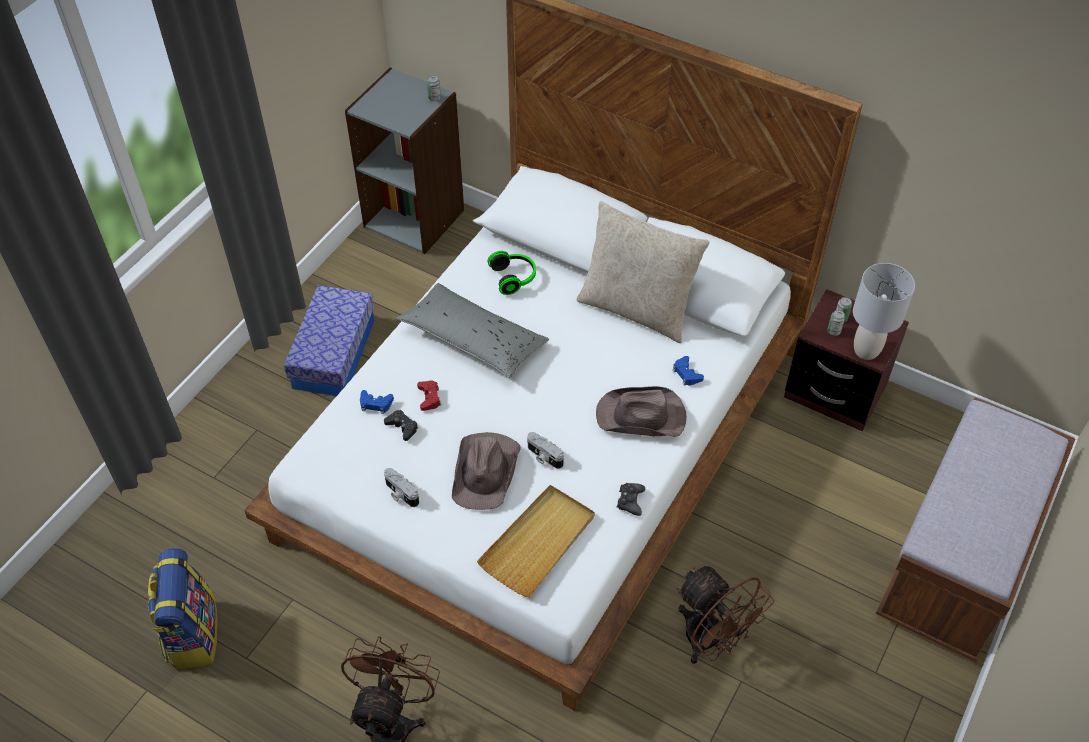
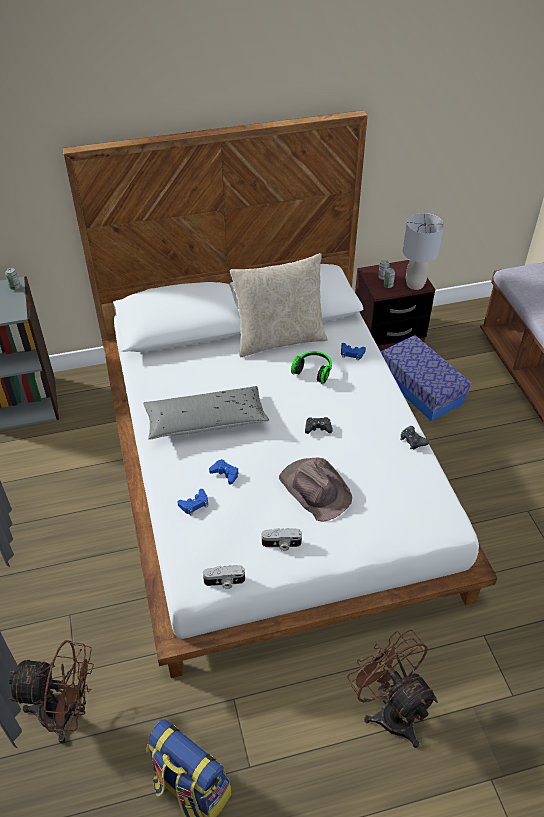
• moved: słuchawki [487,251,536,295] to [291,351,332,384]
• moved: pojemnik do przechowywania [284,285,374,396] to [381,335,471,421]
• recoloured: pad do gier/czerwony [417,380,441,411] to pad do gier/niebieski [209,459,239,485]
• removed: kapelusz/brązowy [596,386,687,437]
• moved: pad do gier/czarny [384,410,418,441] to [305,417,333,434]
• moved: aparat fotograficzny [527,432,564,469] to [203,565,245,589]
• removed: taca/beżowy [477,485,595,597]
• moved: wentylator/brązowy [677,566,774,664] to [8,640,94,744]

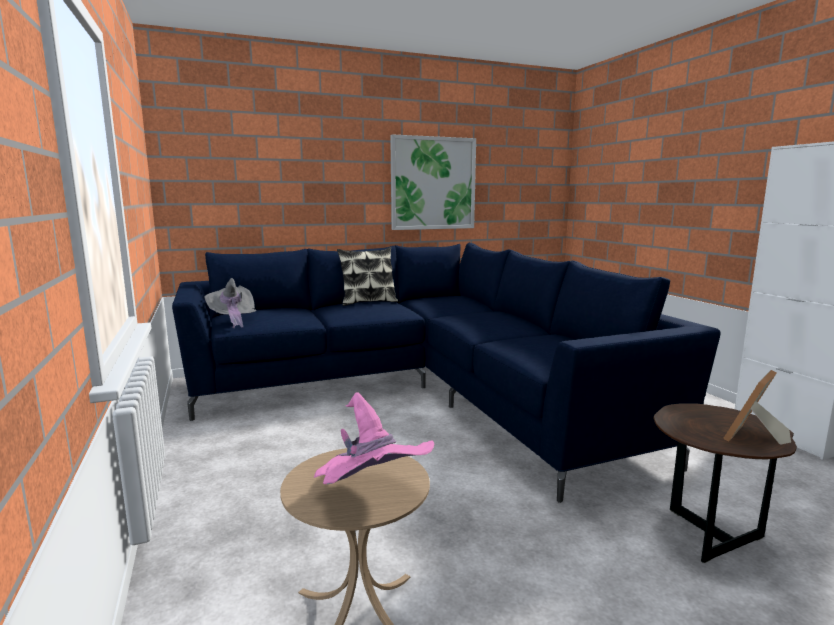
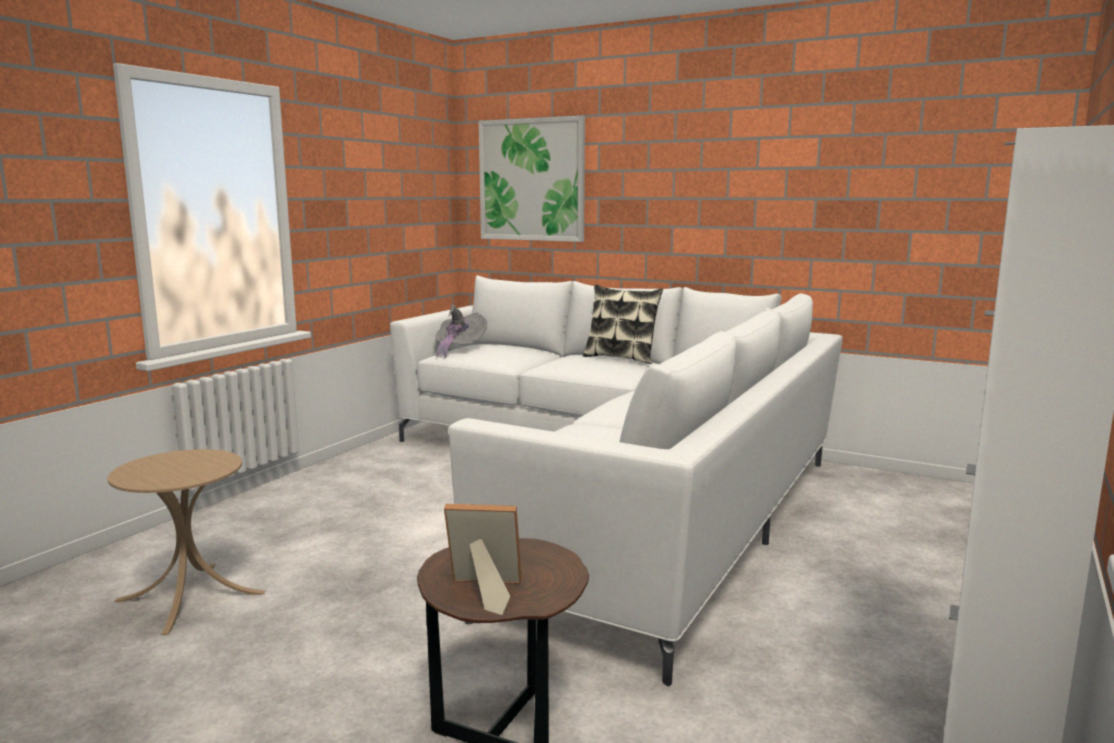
• moved: obraz [390,134,476,230] to [479,116,585,242]
• recoloured: kanapa/niebieski [172,243,720,503] to kanapa/biały [390,276,843,686]
• removed: kapelusz/różowy [314,392,434,484]

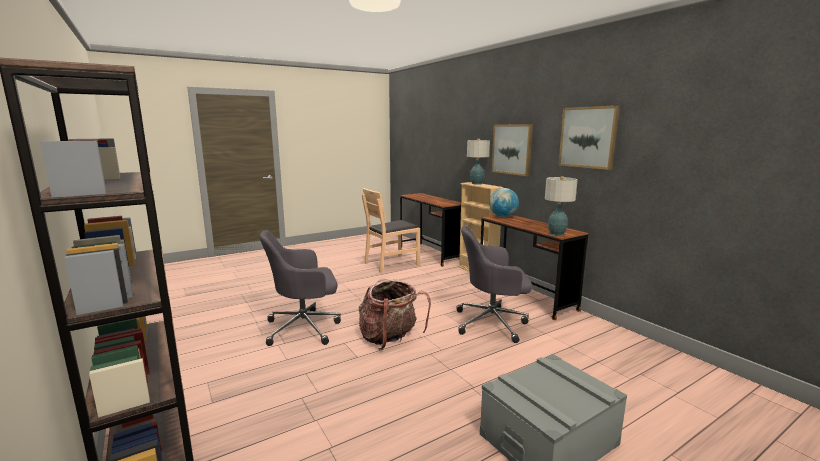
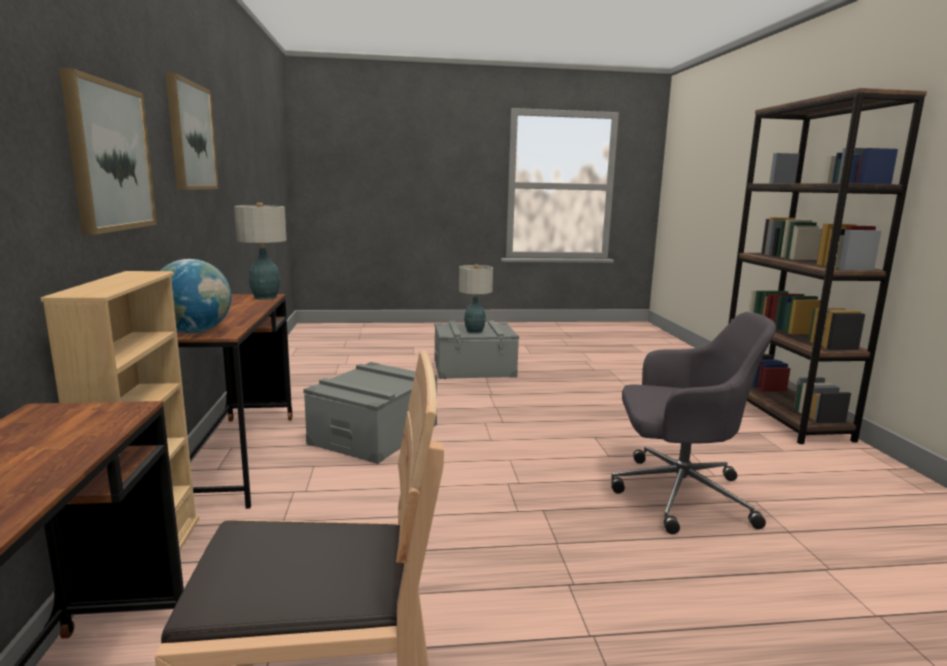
• moved: lampa stołowa [467,139,490,185] to [459,264,493,334]
• replaced: krzesło biurowe/szary [457,225,532,343] to pojemnik do przechowywania/szary [303,362,437,464]
• removed: plecak [359,279,431,350]

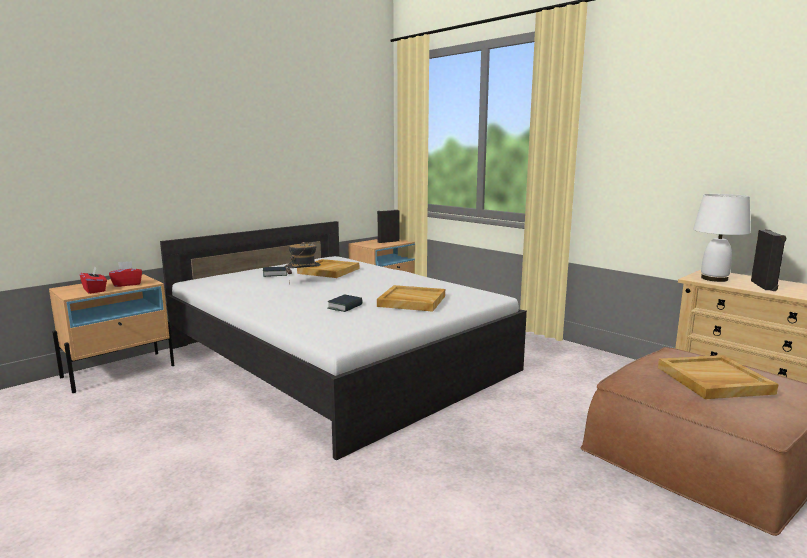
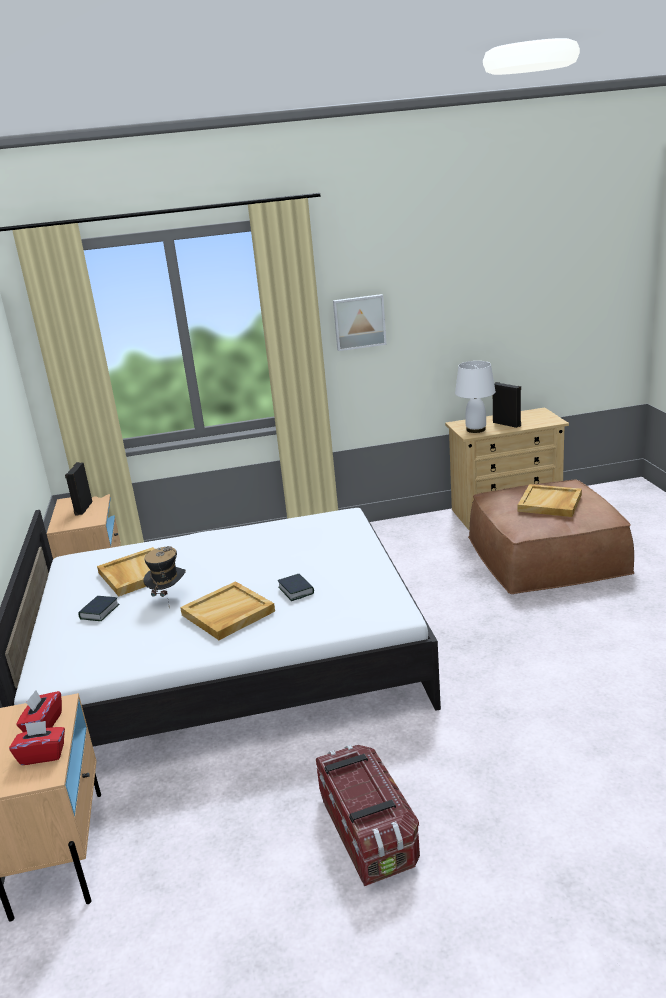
• moved: taca/beżowy [377,285,445,312] to [180,581,275,640]
• added: obraz [333,294,387,351]
• added: pojemnik do przechowywania [316,745,420,886]

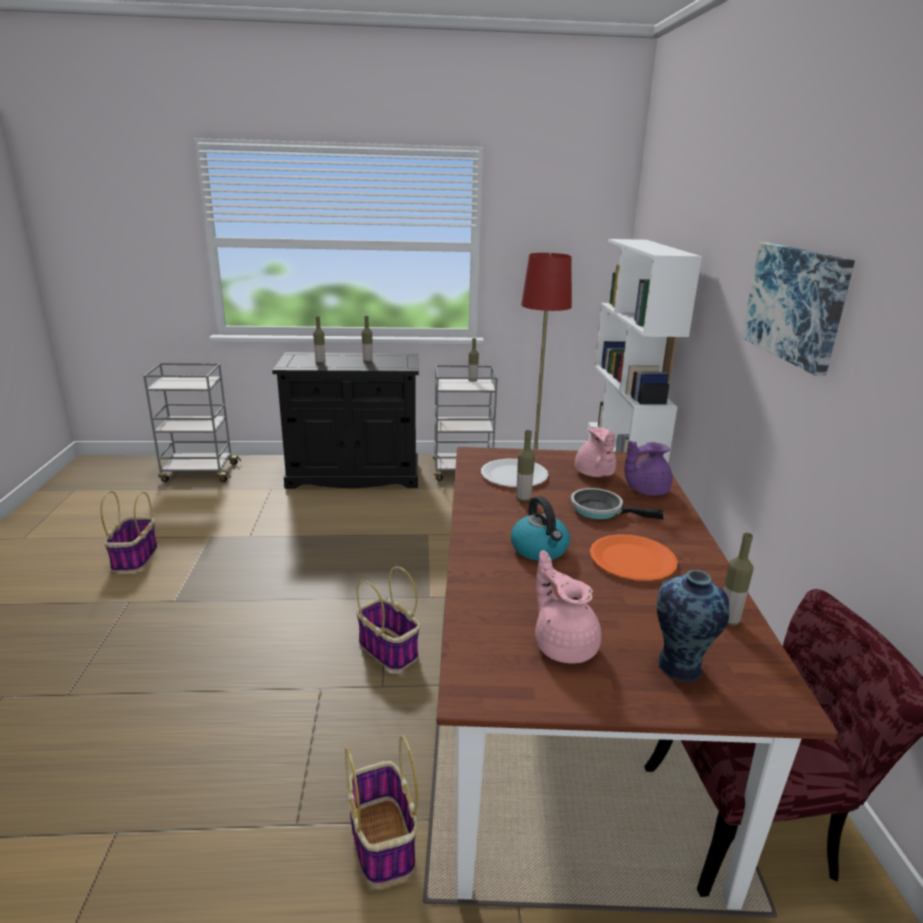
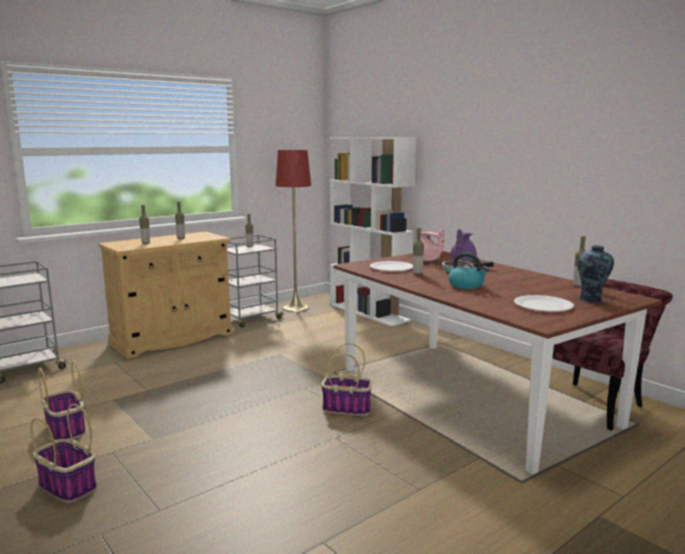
• removed: obraz [741,242,855,376]
• recoloured: szafka/czarny [272,352,419,489] to szafka/beżowy [98,232,233,359]
• removed: talerz/pomarańczowy [590,534,678,581]
• replaced: imbryk/różowy [535,550,601,663] to talerz/biały [514,295,574,312]
• moved: koszyk [345,735,418,885] to [31,404,97,503]

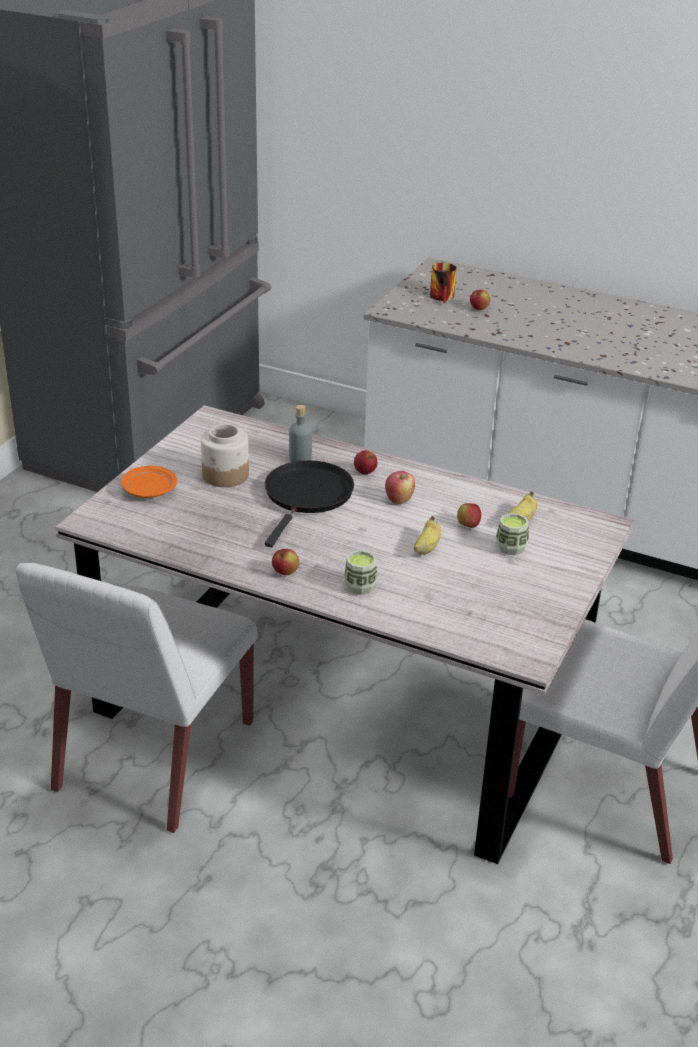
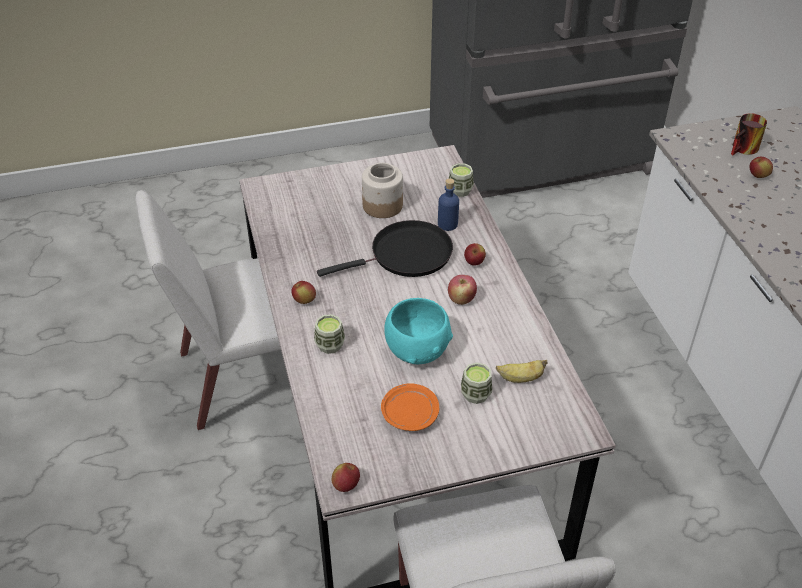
• recoloured: butelka/szary [289,405,312,462] to butelka/niebieski [438,179,459,231]
• moved: talerz/pomarańczowy [121,466,177,498] to [381,383,439,431]
• moved: jabłko [457,503,481,528] to [332,463,360,492]
• replaced: banan [414,516,441,555] to miska/turkusowy [384,298,453,364]
• added: filiżanka [449,163,474,197]

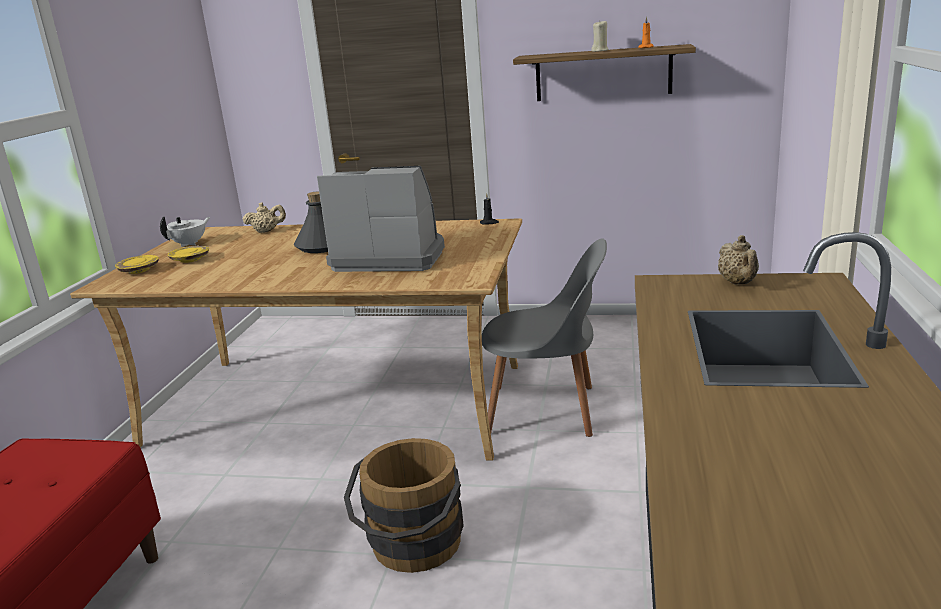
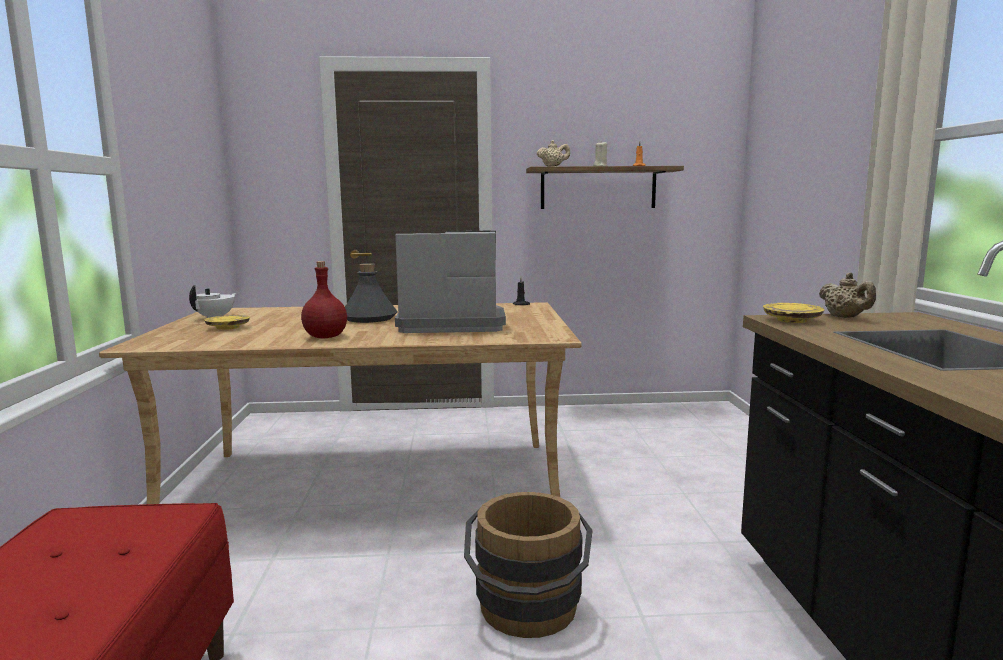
• moved: imbryk/beżowy [243,202,286,233] to [537,140,570,167]
• removed: krzesło/szary [482,238,607,437]
• moved: talerz/żółty [115,255,159,274] to [763,303,824,323]
• added: butelka/czerwony [301,261,347,338]

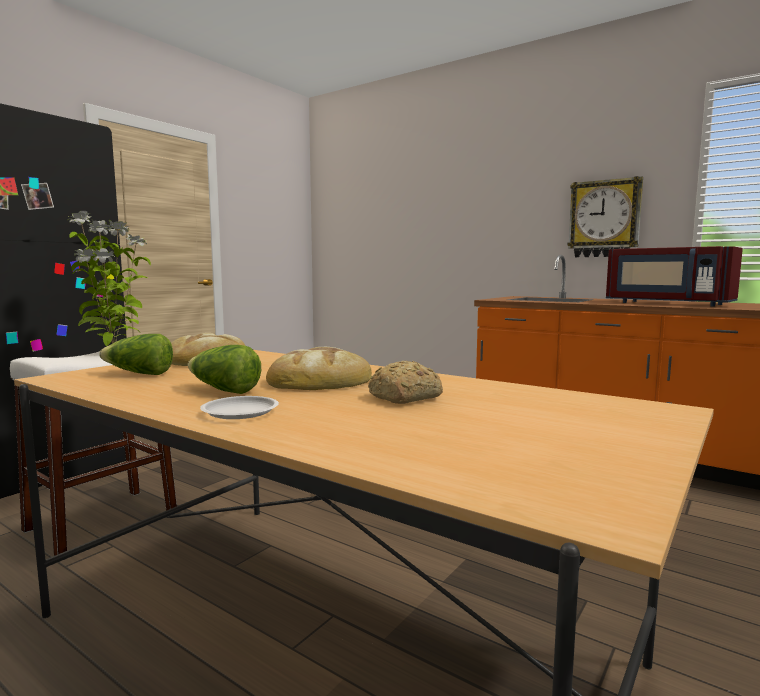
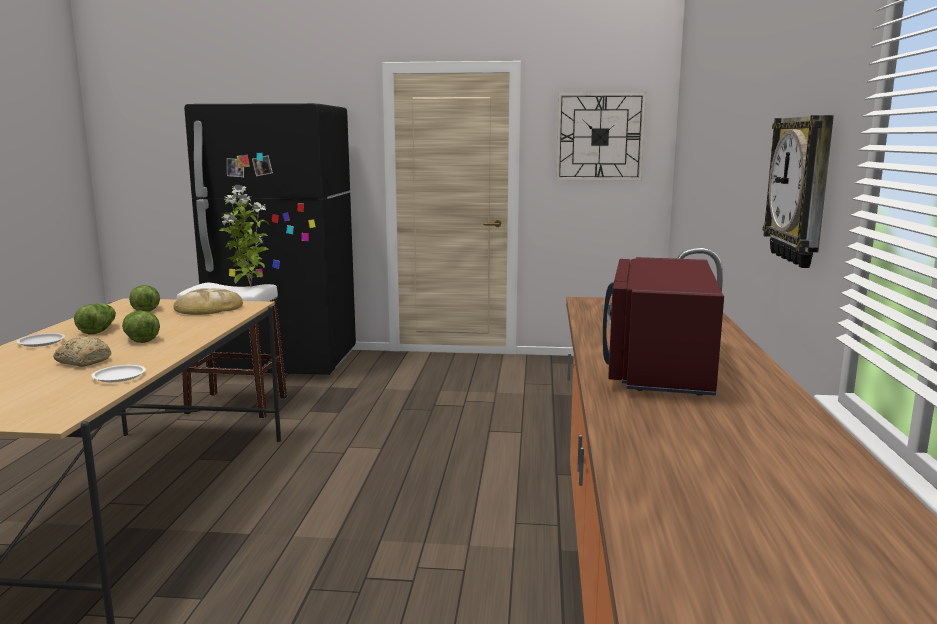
• replaced: chleb [266,347,372,390] to sałata [122,311,160,343]
• added: zegar ścienny [556,92,646,181]
• added: talerz/biały [91,365,146,382]

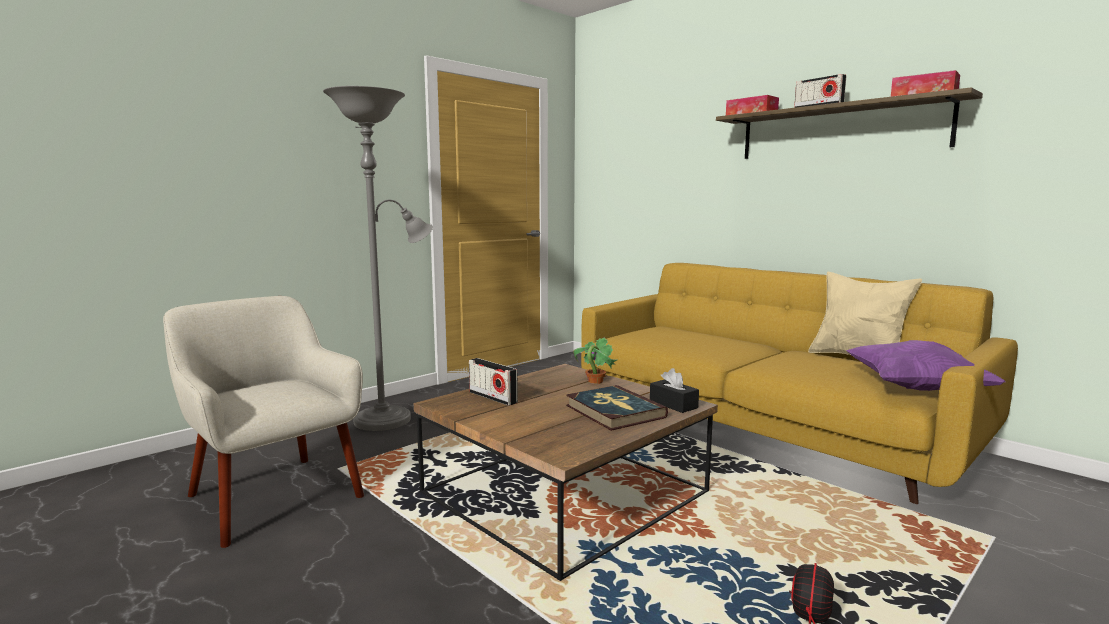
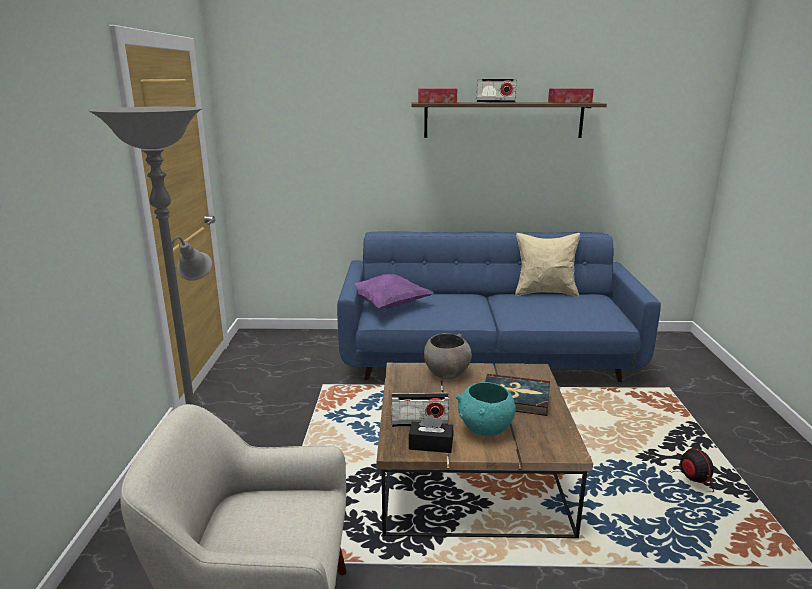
• recoloured: kanapa/żółty [581,263,1018,504] to kanapa/niebieski [337,231,661,382]
• replaced: roślina doniczkowa [573,337,617,384] to miska/szary [424,333,472,379]
• moved: poduszka/fioletowy [846,340,1005,391] to [354,274,433,309]
• moved: pudełko chusteczek/czarny [650,368,699,413] to [408,414,454,453]
• added: miska/turkusowy [455,382,515,436]

